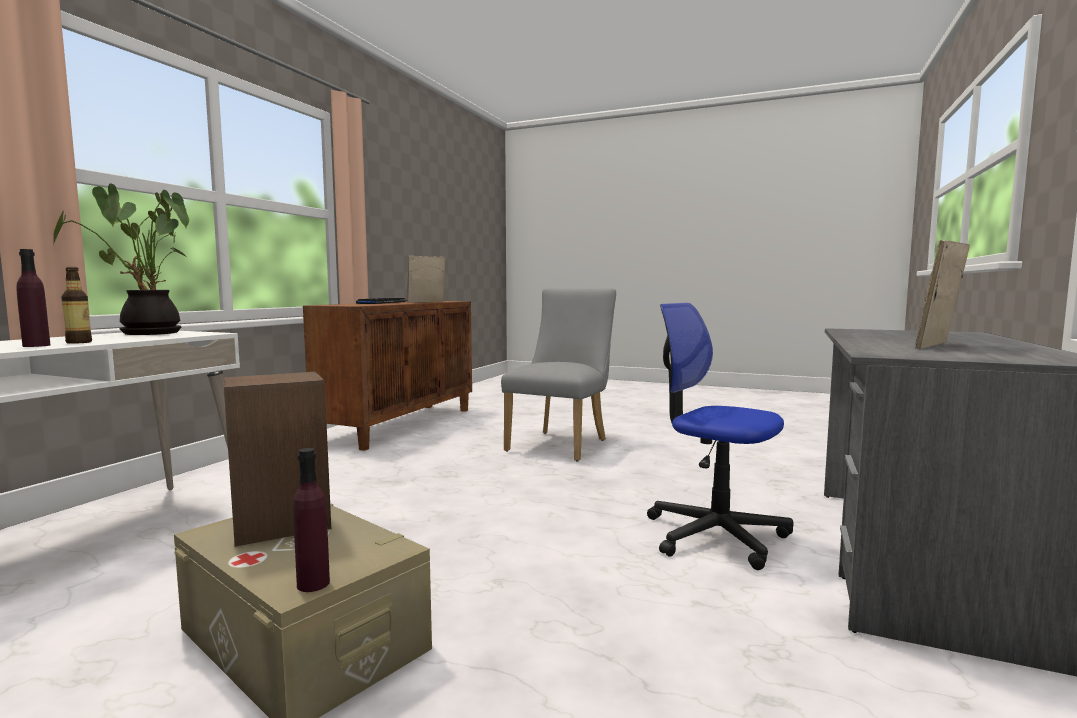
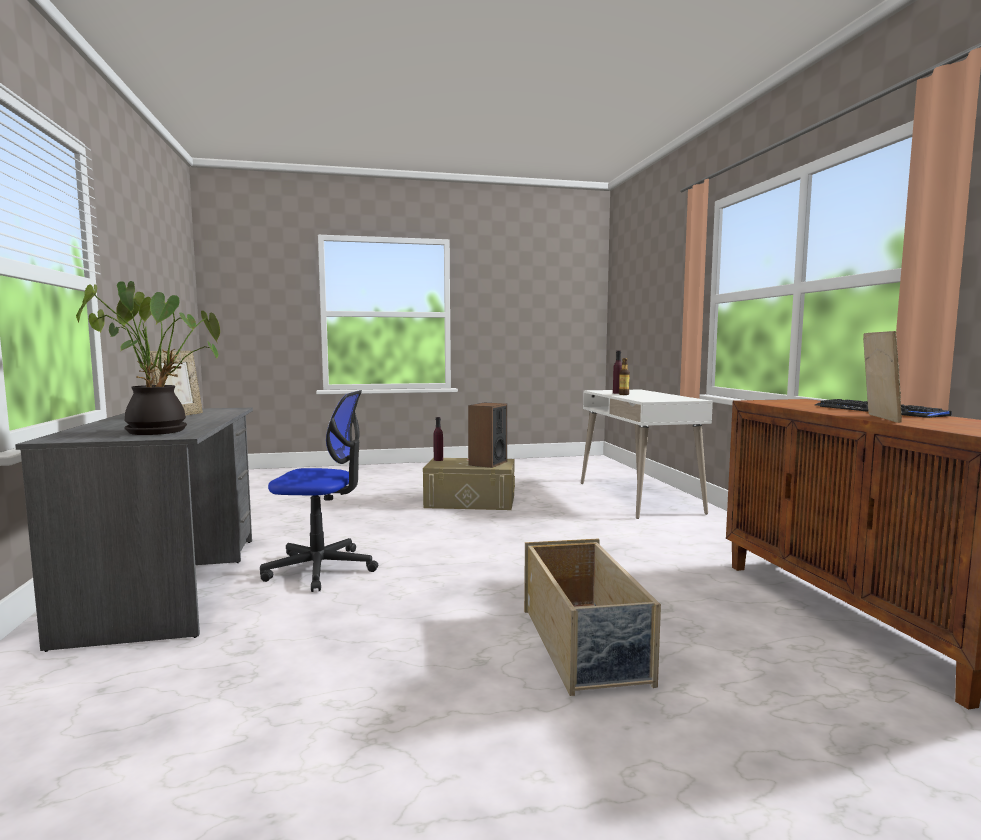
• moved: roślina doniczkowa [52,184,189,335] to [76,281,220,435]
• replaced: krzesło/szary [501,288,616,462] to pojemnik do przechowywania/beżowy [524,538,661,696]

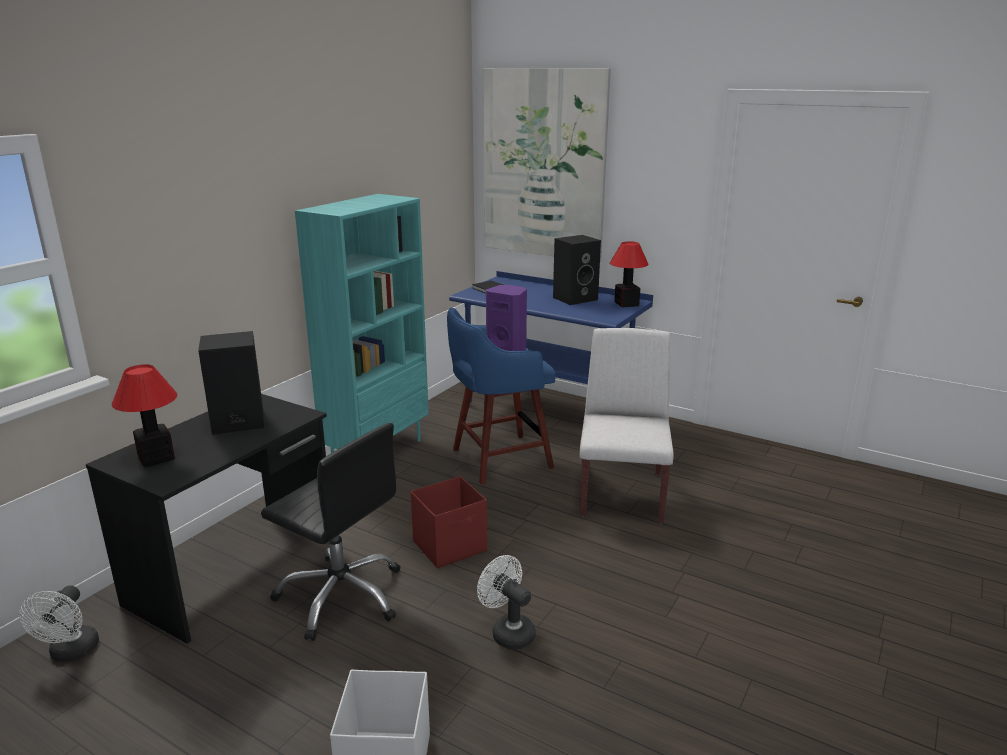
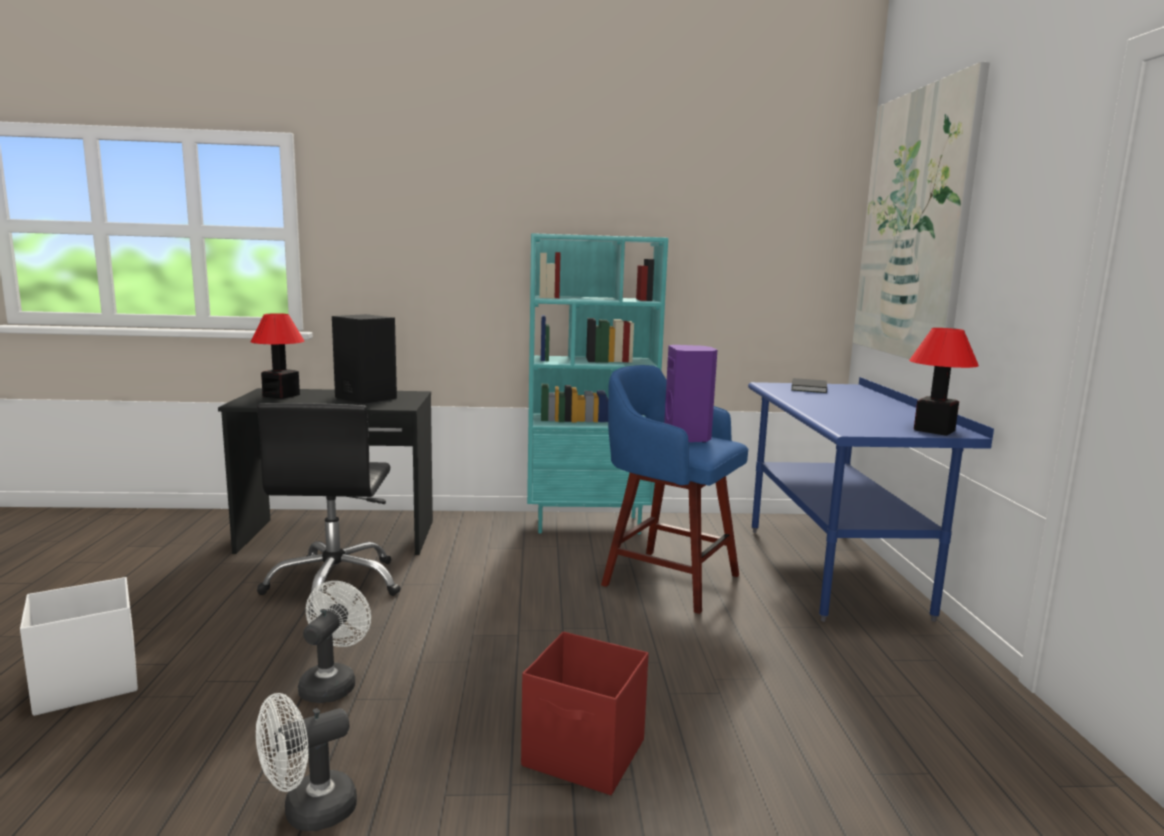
• removed: głośnik/czarny [553,235,601,305]
• removed: krzesło/biały [580,328,674,524]
• moved: pojemnik do przechowywania/czerwony [410,476,487,568] to [521,631,649,795]
• moved: wentylator/biały [19,585,99,662] to [256,693,357,831]

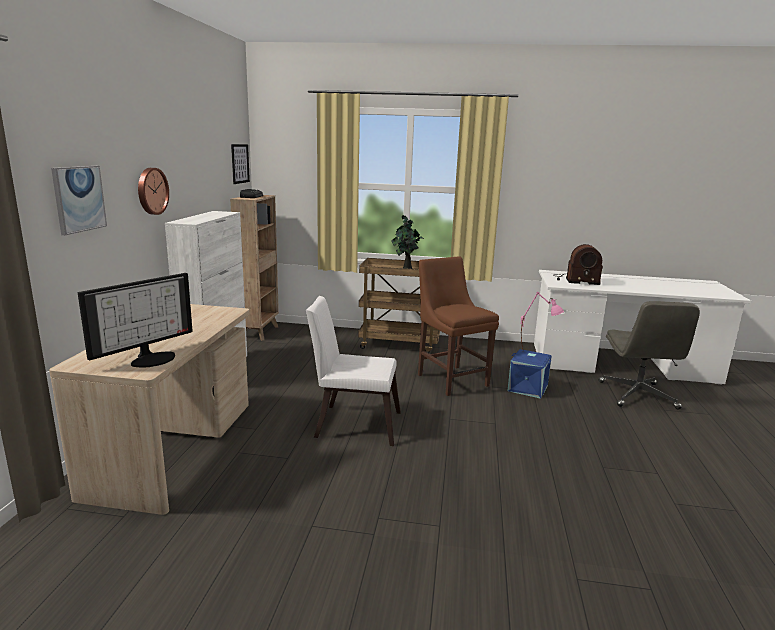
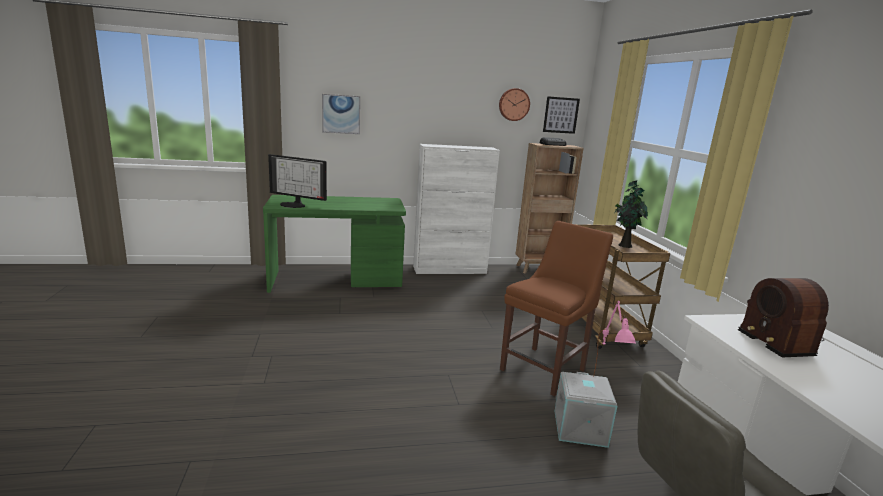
• moved: zegar ścienny [138,168,169,215] to [499,88,530,121]
• removed: krzesło/biały [306,296,401,446]
• recoloured: biurko/beżowy [49,304,250,515] to biurko/zielony [263,195,406,293]
• recoloured: pojemnik do przechowywania/niebieski [507,349,552,399] to pojemnik do przechowywania/szary [555,372,617,448]

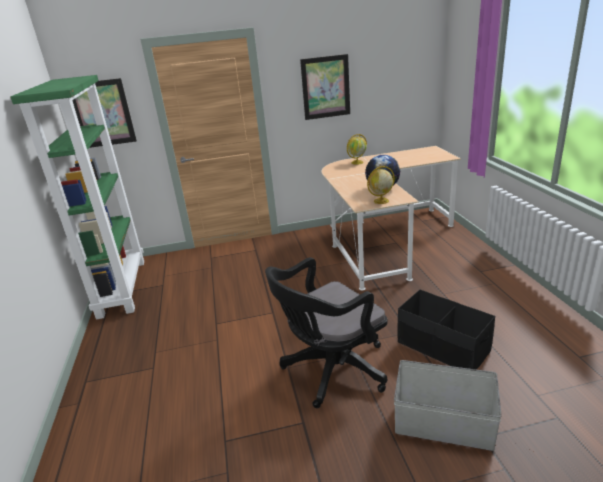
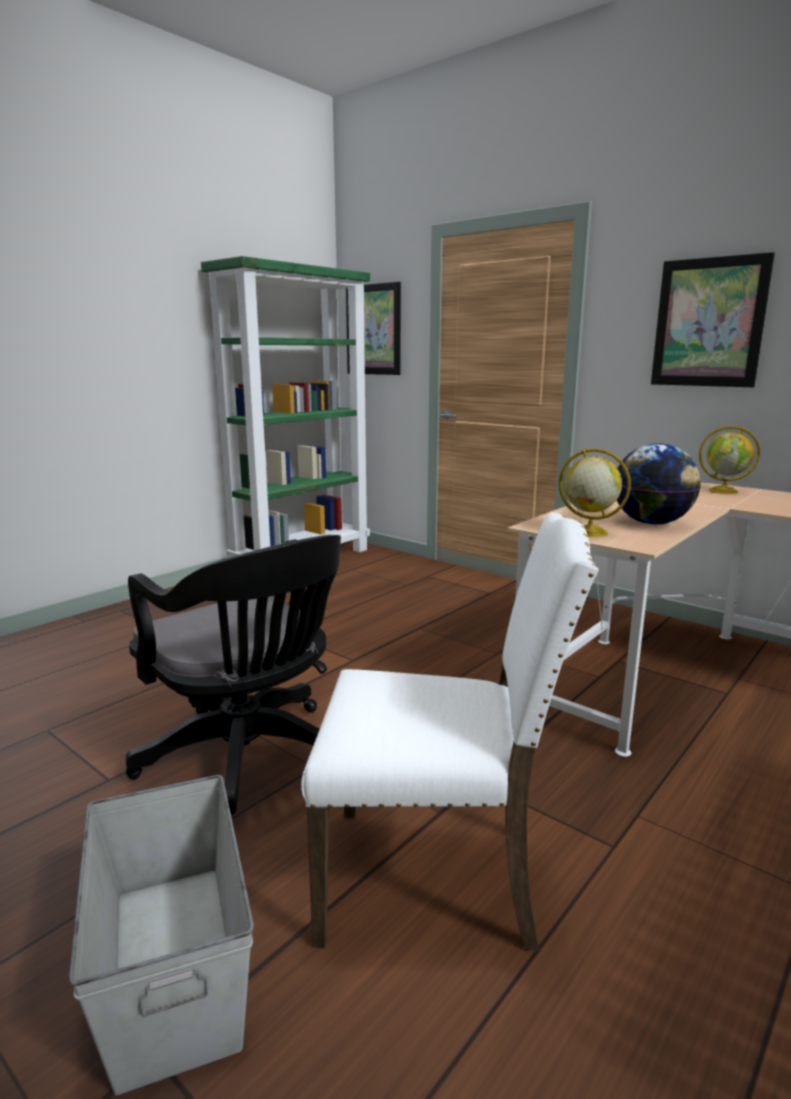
• turned: krzesło biurowe/czarny [265,257,388,408] = [126,535,341,815] 150 degrees counterclockwise
• replaced: pojemnik do przechowywania/czarny [397,290,495,370] to krzesło/biały [301,512,599,951]

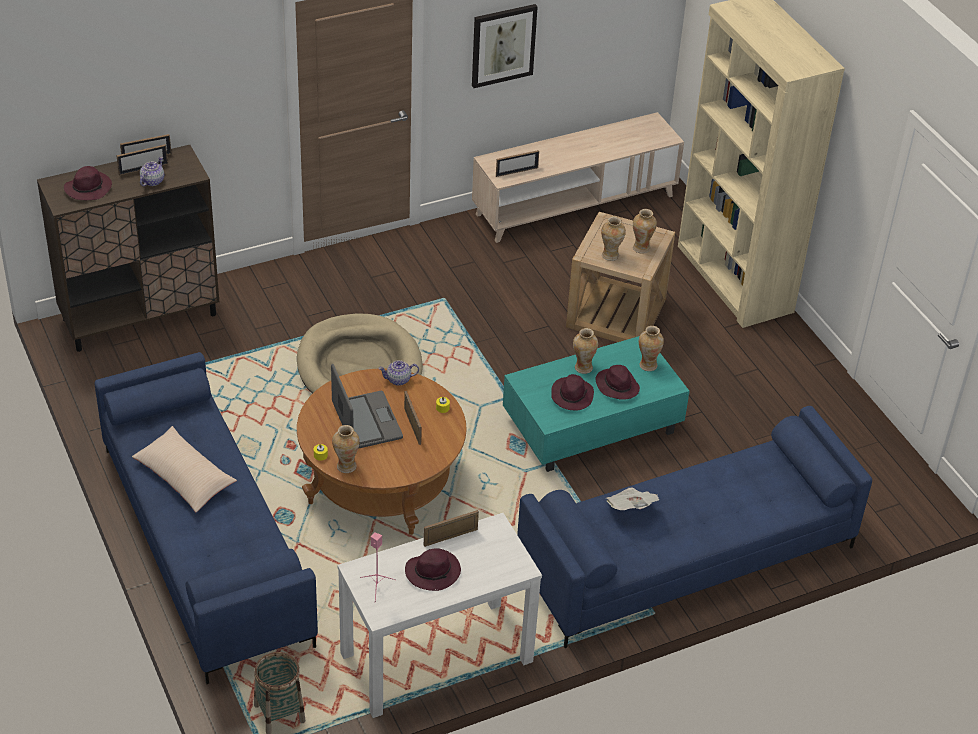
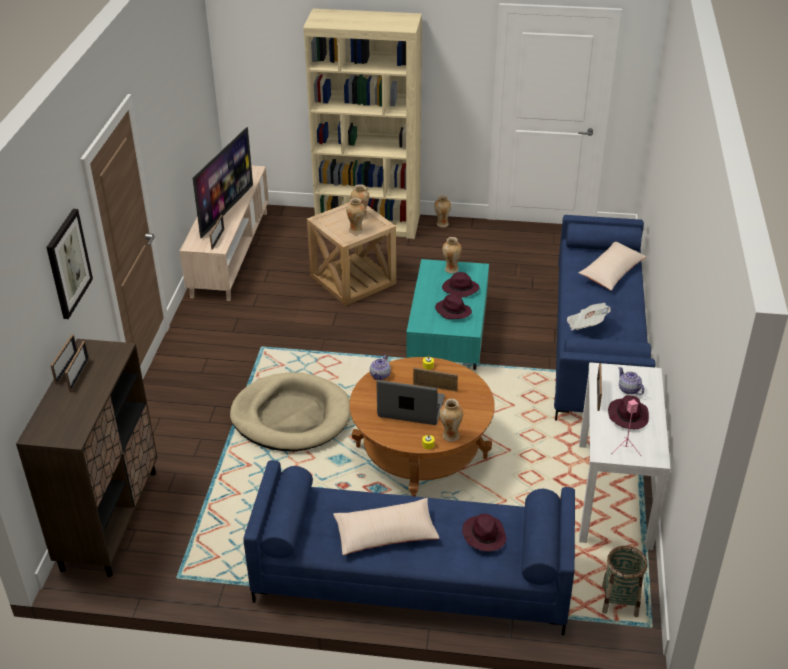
• moved: obraz [472,4,538,88] to [46,209,93,319]
• moved: imbryk [140,157,164,186] to [618,367,644,395]
• moved: kapelusz/fioletowy [64,166,112,200] to [462,514,507,552]
• moved: wazon [573,328,598,374] to [434,195,451,228]
• added: telewizor [193,127,253,239]
• added: poduszka/beżowy [579,242,646,291]

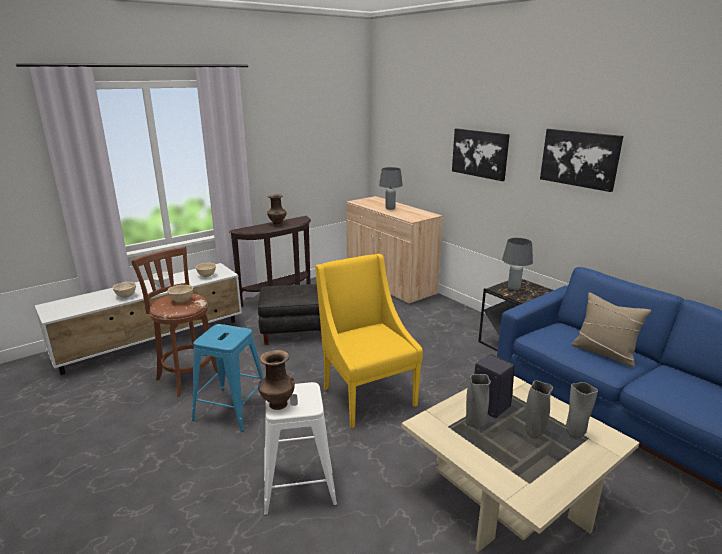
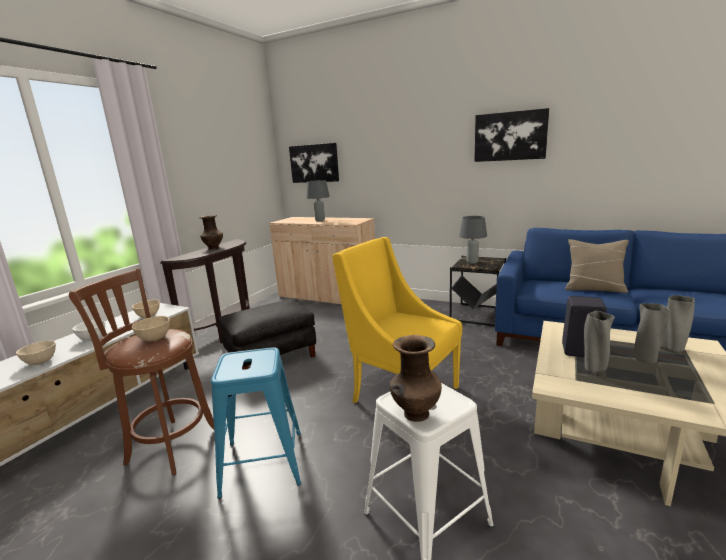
• moved: obraz [452,128,510,181] to [289,143,339,183]

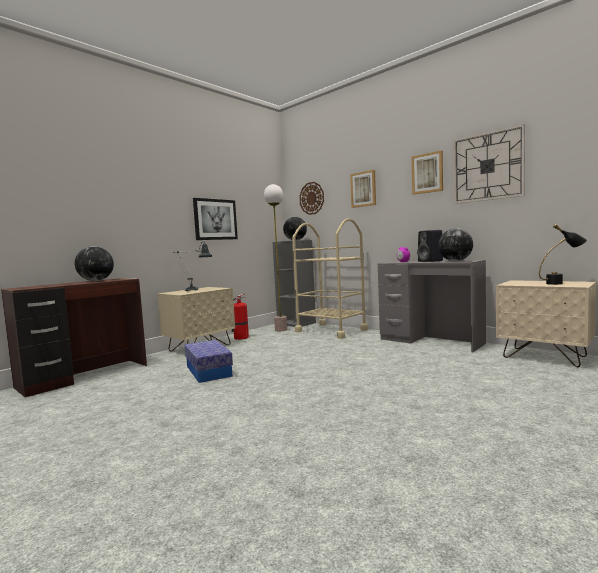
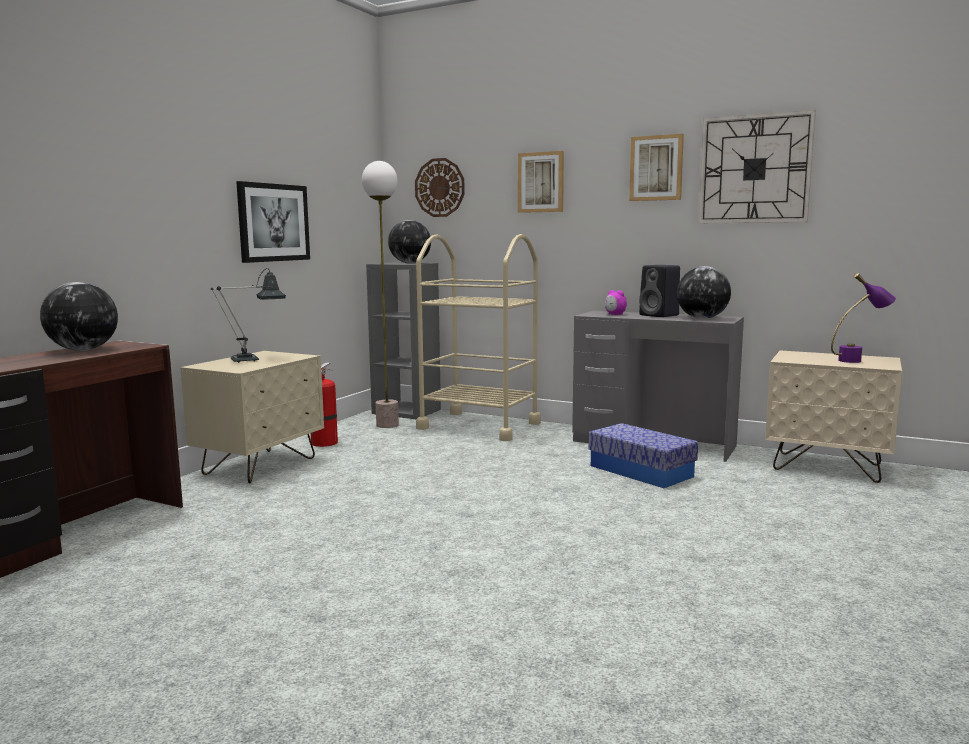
• recoloured: lampa stołowa/czarny [539,224,587,285] to lampa stołowa/fioletowy [831,273,896,363]
• moved: pojemnik do przechowywania [185,340,233,383] to [589,423,698,488]

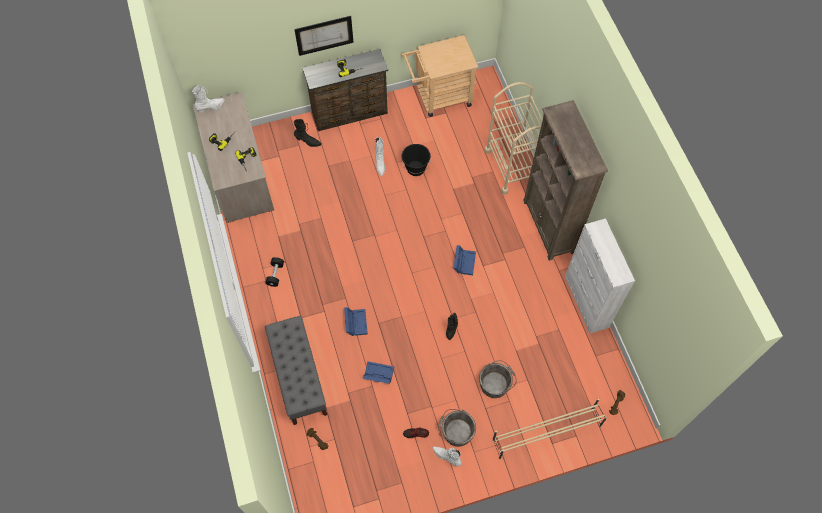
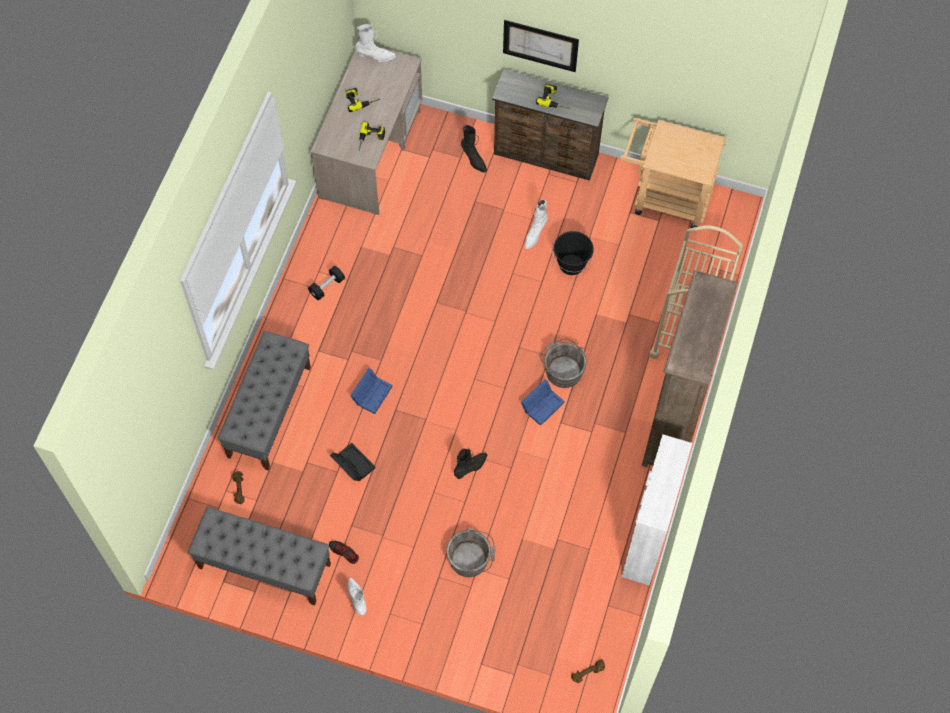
• recoloured: pojemnik do przechowywania/niebieski [363,361,394,384] to pojemnik do przechowywania/czarny [330,443,375,481]
• removed: regał na buty/beżowy [492,398,607,459]
• moved: wiadro/szary [438,409,476,447] to [540,339,587,388]
• added: ławka/szary [188,507,331,606]

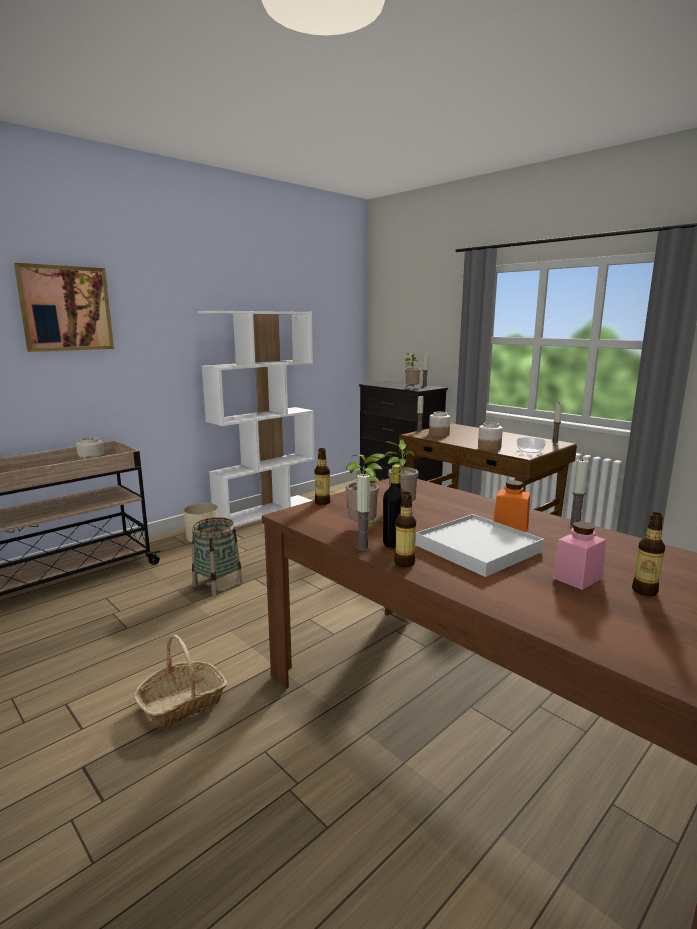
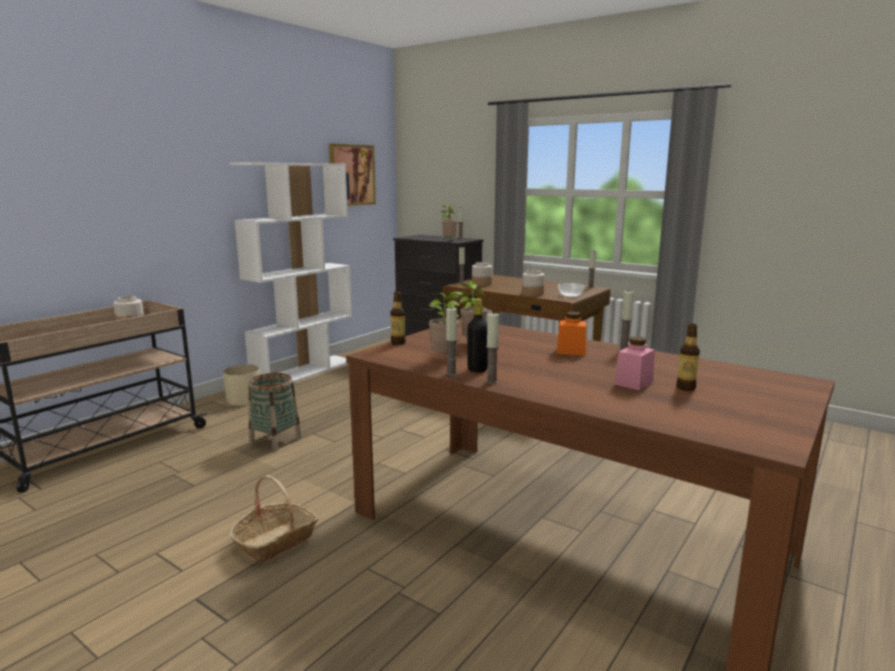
• moved: obraz [14,263,114,352] to [329,143,376,206]
• replaced: butelka [394,492,416,567] to świeca [486,313,499,384]
• removed: taca/biały [415,514,544,577]

